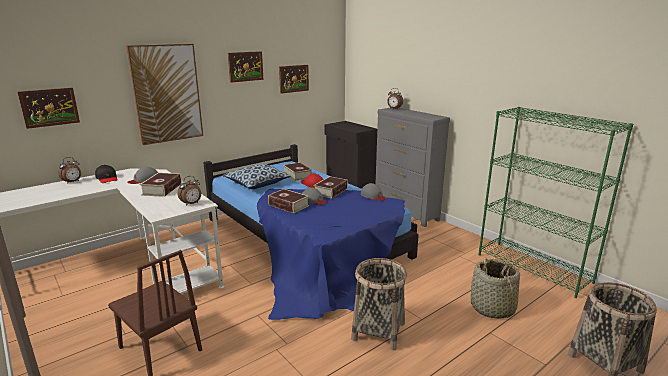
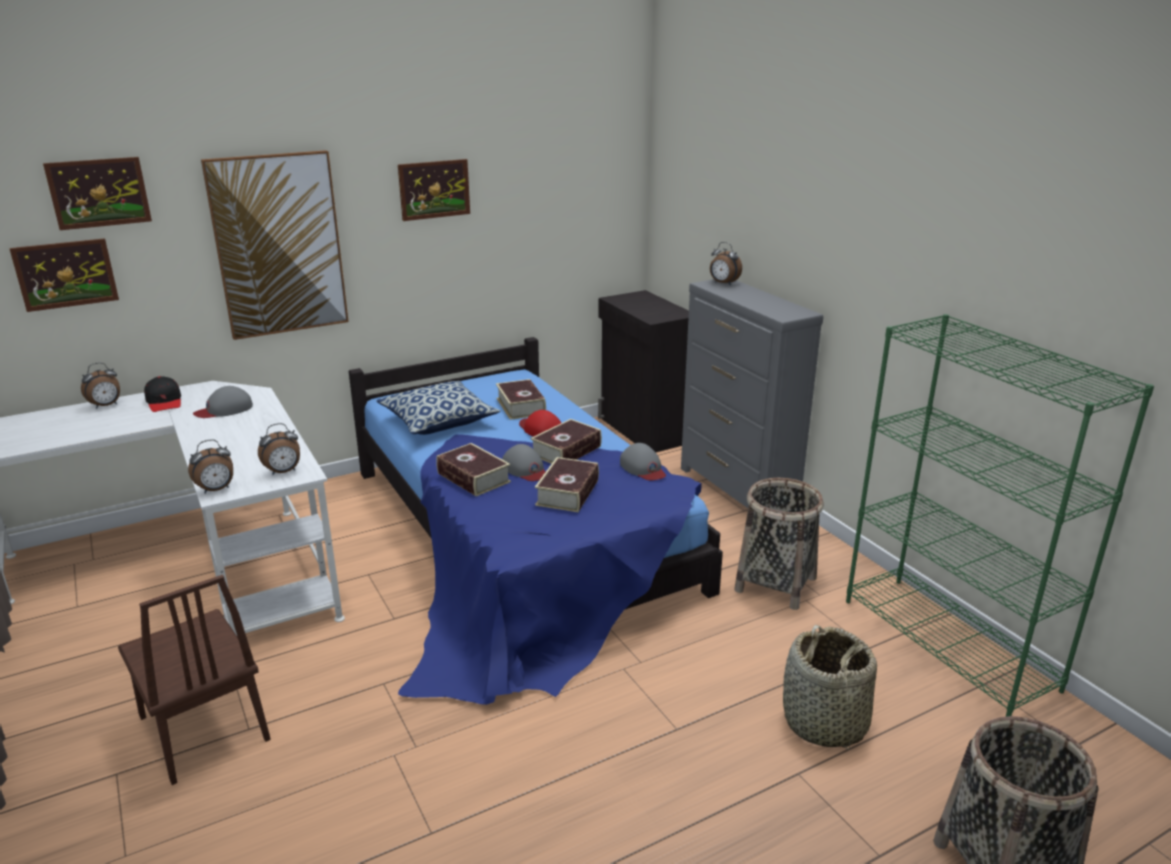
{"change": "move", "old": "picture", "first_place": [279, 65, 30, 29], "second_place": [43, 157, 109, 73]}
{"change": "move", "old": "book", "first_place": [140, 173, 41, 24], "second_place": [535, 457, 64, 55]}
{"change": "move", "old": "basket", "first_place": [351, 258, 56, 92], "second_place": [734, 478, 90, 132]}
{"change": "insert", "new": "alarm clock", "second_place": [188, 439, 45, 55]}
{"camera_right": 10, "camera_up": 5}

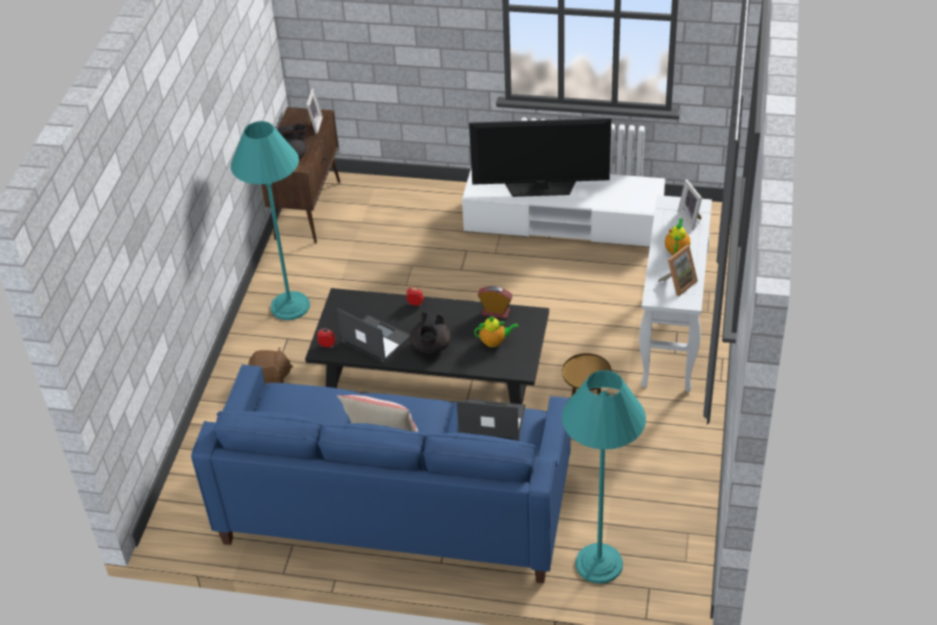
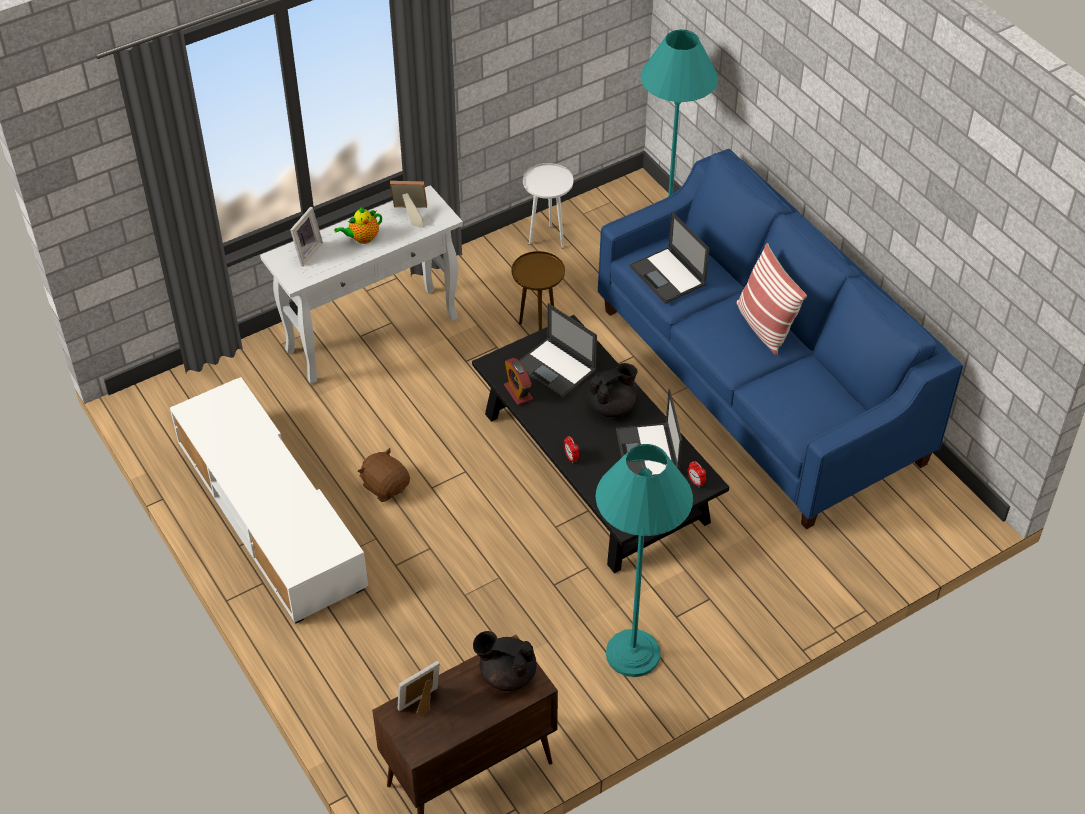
{"change": "delete", "old": "television", "first_place": [469, 118, 142, 79]}
{"change": "replace", "old": "teapot", "new": "laptop", "first_place": [474, 316, 45, 31], "second_place": [519, 303, 78, 95]}
{"change": "move", "old": "brown plush toy", "first_place": [248, 347, 45, 37], "second_place": [358, 448, 52, 54]}
{"change": "insert", "new": "white side table", "second_place": [523, 163, 51, 85]}
{"camera_right": -135, "camera_up": 5}

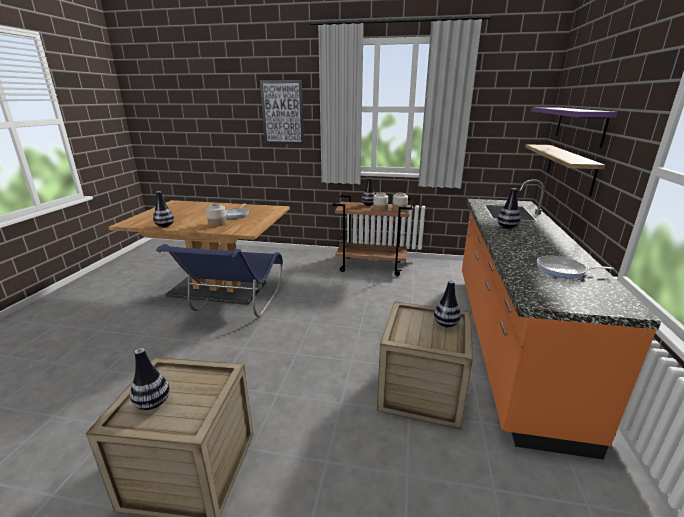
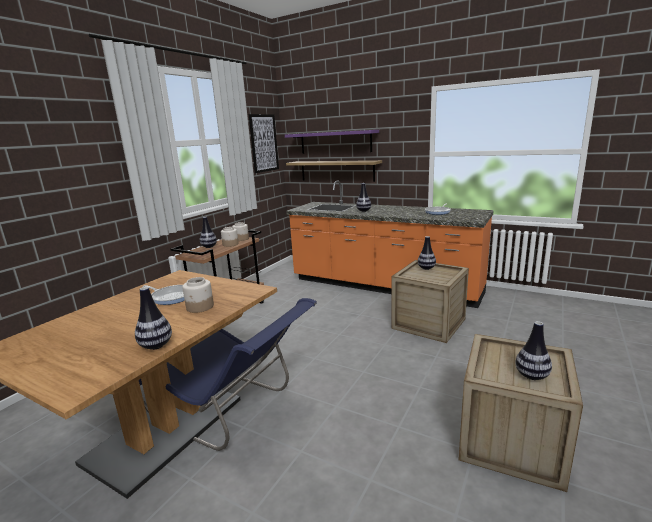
{"change": "move", "old": "picture", "first_place": [260, 80, 44, 65], "second_place": [249, 114, 30, 59]}
{"camera_right": -70, "camera_up": -5}

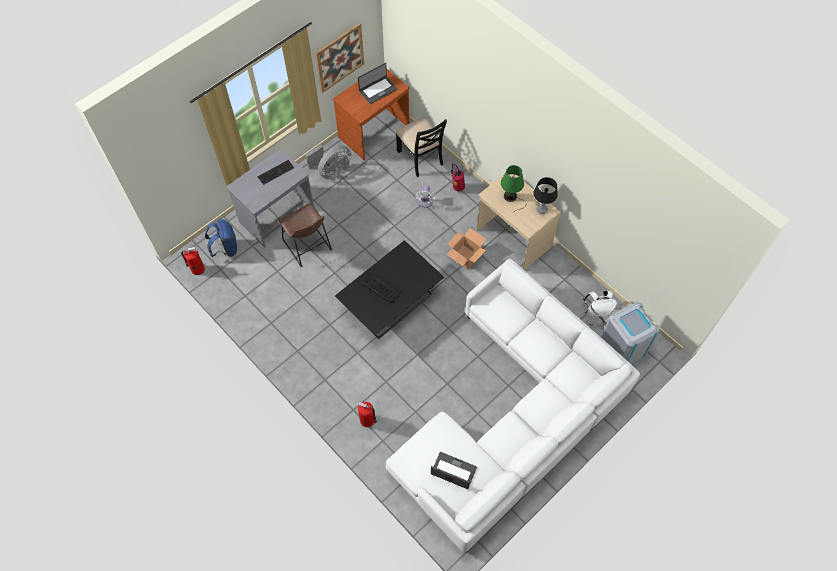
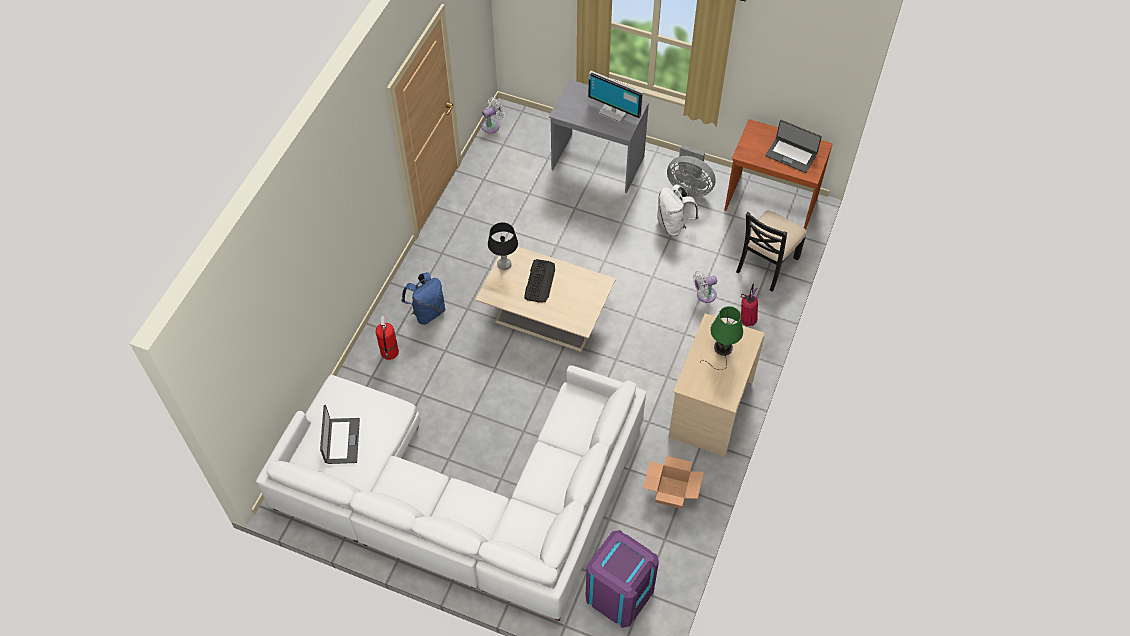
{"change": "delete", "old": "picture", "first_place": [315, 23, 49, 70]}
{"change": "replace", "old": "keyboard", "new": "monitor", "first_place": [258, 160, 36, 25], "second_place": [588, 71, 55, 52]}
{"change": "move", "old": "black table lamp", "first_place": [534, 177, 24, 37], "second_place": [488, 222, 30, 48]}
{"change": "delete", "old": "brown stool", "first_place": [279, 204, 53, 63]}
{"change": "move", "old": "blue backpack", "first_place": [205, 219, 33, 38], "second_place": [401, 272, 44, 53]}
{"change": "move", "old": "cardboard box", "first_place": [446, 228, 40, 41], "second_place": [643, 456, 61, 53]}
{"change": "recolor", "old": "black coffee table", "new": "beige coffee table", "first_place": [335, 240, 109, 99], "second_place": [476, 247, 140, 105]}
{"change": "replace", "old": "fire extinguisher", "new": "white fan", "first_place": [181, 247, 24, 28], "second_place": [482, 97, 23, 36]}
{"change": "move", "old": "white backpack", "first_place": [583, 290, 34, 35], "second_place": [657, 185, 42, 51]}
{"change": "recolor", "old": "grey trash can", "new": "purple trash can", "first_place": [601, 302, 59, 62], "second_place": [586, 530, 73, 98]}
{"camera_right": 65, "camera_up": -5}

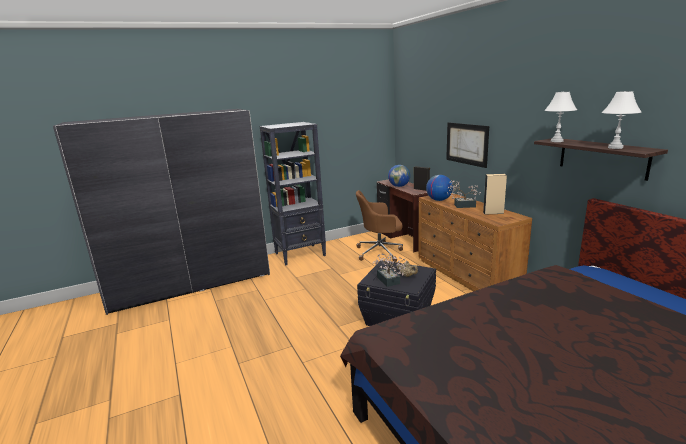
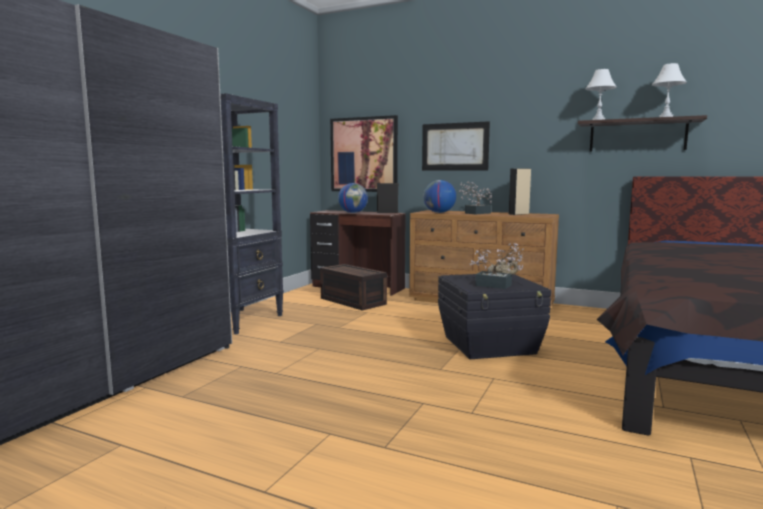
{"change": "replace", "old": "brown office chair", "new": "brown storage box", "first_place": [356, 190, 47, 72], "second_place": [320, 264, 67, 47]}
{"change": "insert", "new": "picture", "second_place": [330, 115, 68, 77]}
{"camera_right": -40, "camera_up": -10}

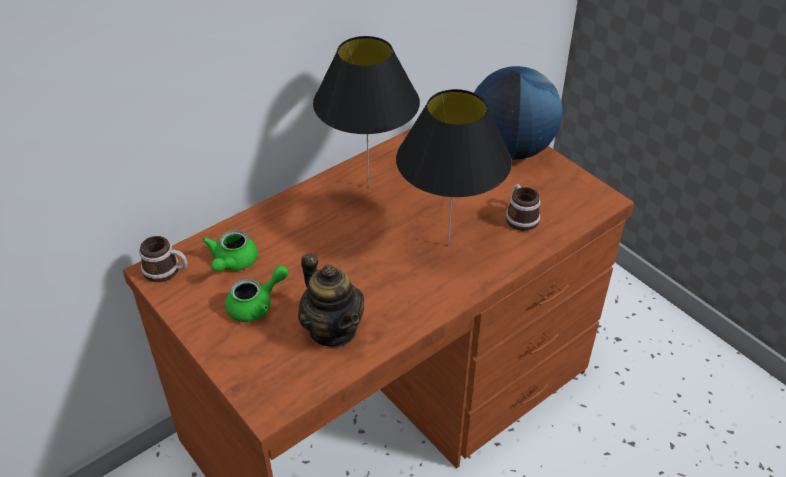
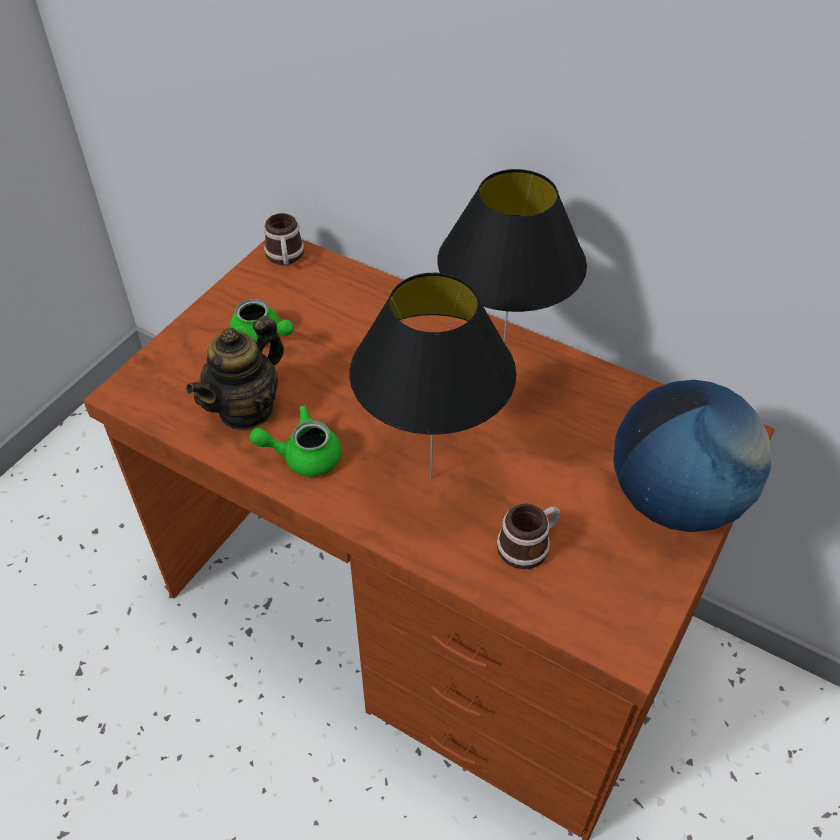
{"change": "move", "old": "green teapot", "first_place": [202, 230, 56, 42], "second_place": [249, 406, 93, 71]}
{"camera_right": 70, "camera_up": 5}

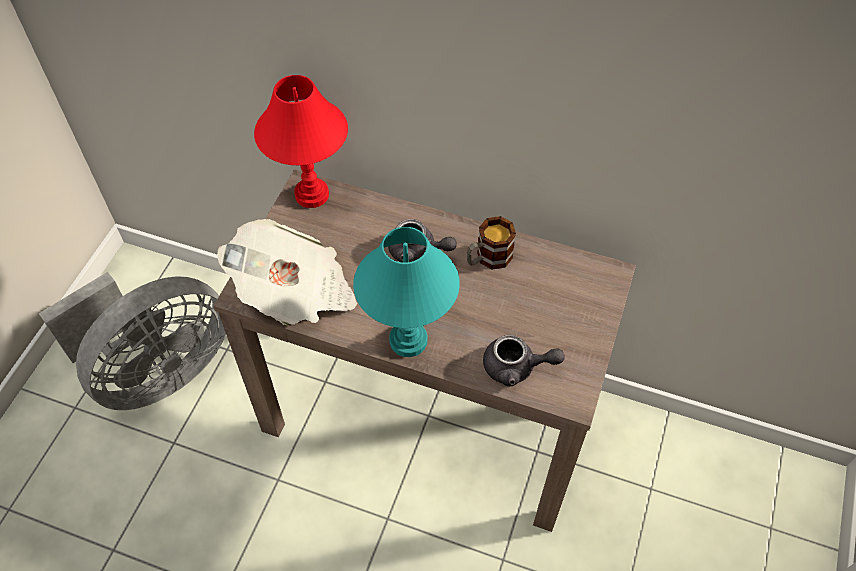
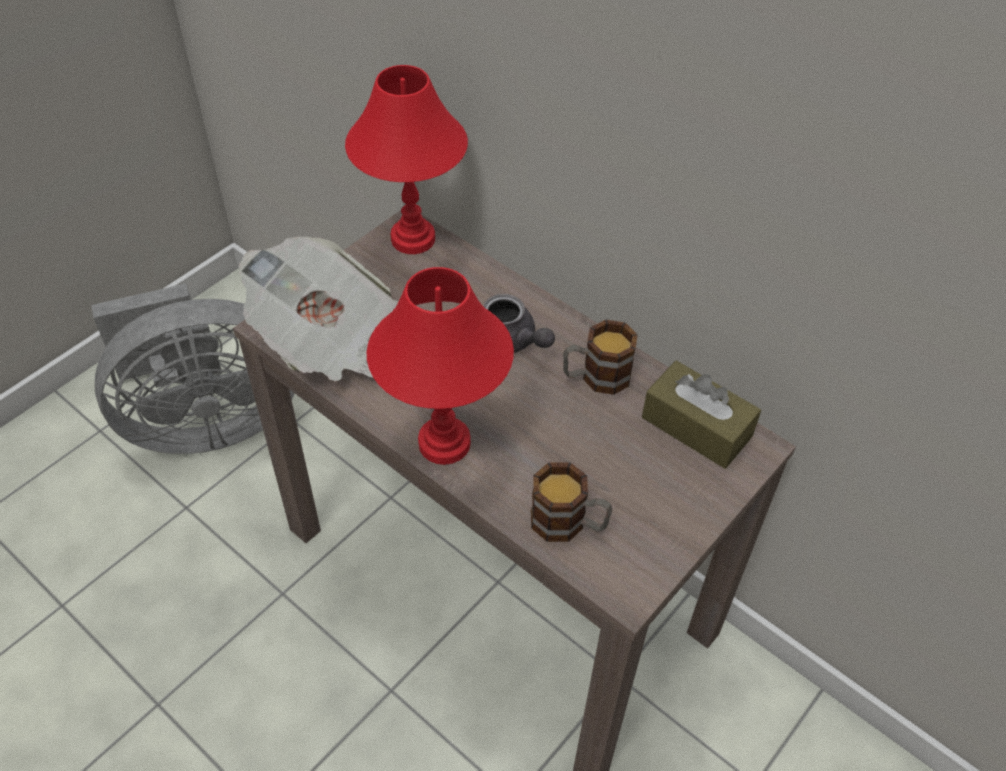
{"change": "recolor", "old": "turquoise table lamp", "new": "red table lamp", "first_place": [353, 227, 107, 130], "second_place": [367, 267, 147, 198]}
{"change": "replace", "old": "grey teapot", "new": "mug", "first_place": [483, 335, 82, 51], "second_place": [531, 462, 81, 80]}
{"change": "insert", "new": "brown tissue box", "second_place": [642, 361, 119, 108]}
{"camera_right": 20, "camera_up": -5}

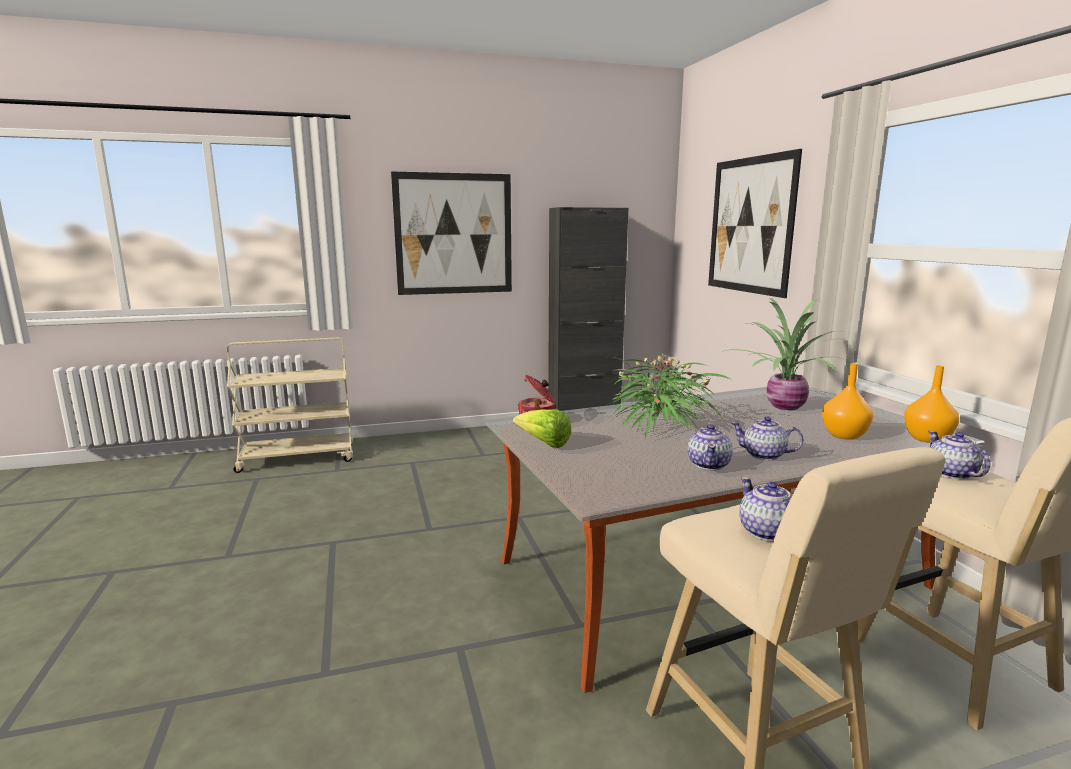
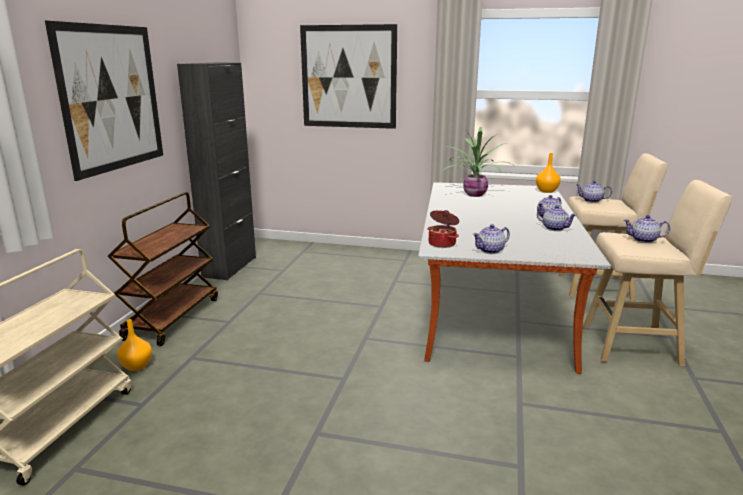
{"change": "delete", "old": "potted plant", "first_place": [609, 354, 122, 85]}
{"change": "move", "old": "orange vase", "first_place": [822, 363, 51, 76], "second_place": [117, 319, 35, 52]}
{"change": "replace", "old": "lettuce", "new": "teapot", "first_place": [513, 409, 58, 39], "second_place": [473, 224, 37, 30]}
{"change": "insert", "new": "brown cart", "second_place": [108, 192, 110, 154]}
{"camera_right": -60, "camera_up": 5}

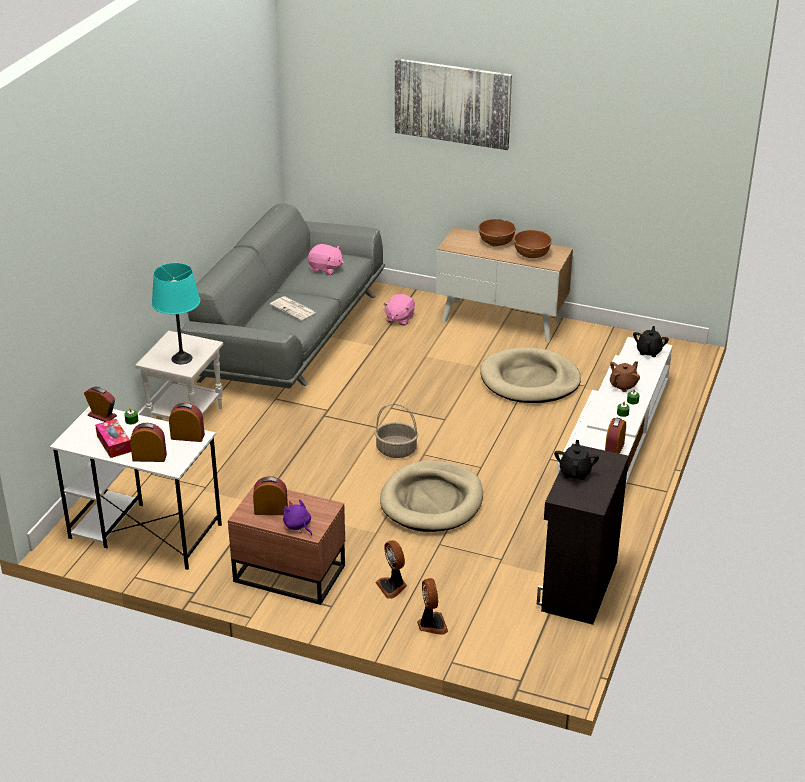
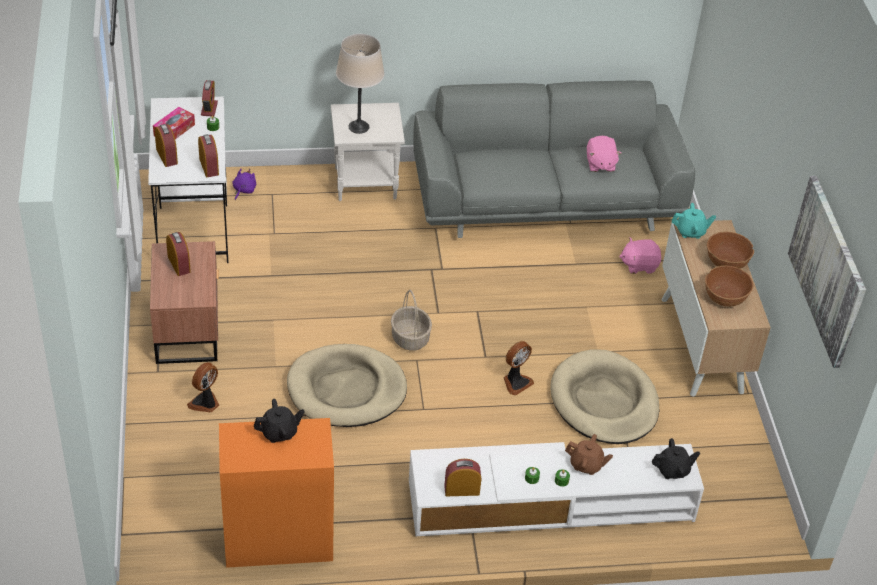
{"change": "move", "old": "picture", "first_place": [395, 58, 117, 92], "second_place": [788, 176, 78, 192]}
{"change": "recolor", "old": "turquoise table lamp", "new": "beige table lamp", "first_place": [152, 263, 48, 101], "second_place": [336, 34, 49, 100]}
{"change": "delete", "old": "newspaper", "first_place": [270, 296, 46, 24]}
{"change": "recolor", "old": "black cabinet", "new": "orange cabinet", "first_place": [537, 444, 92, 181], "second_place": [219, 418, 115, 150]}
{"change": "move", "old": "purple plush toy", "first_place": [283, 499, 29, 37], "second_place": [232, 169, 25, 31]}
{"change": "move", "old": "fan", "first_place": [417, 578, 31, 56], "second_place": [503, 341, 31, 55]}
{"change": "insert", "new": "turquoise teapot", "second_place": [672, 203, 44, 36]}
{"camera_right": 60, "camera_up": 10}

